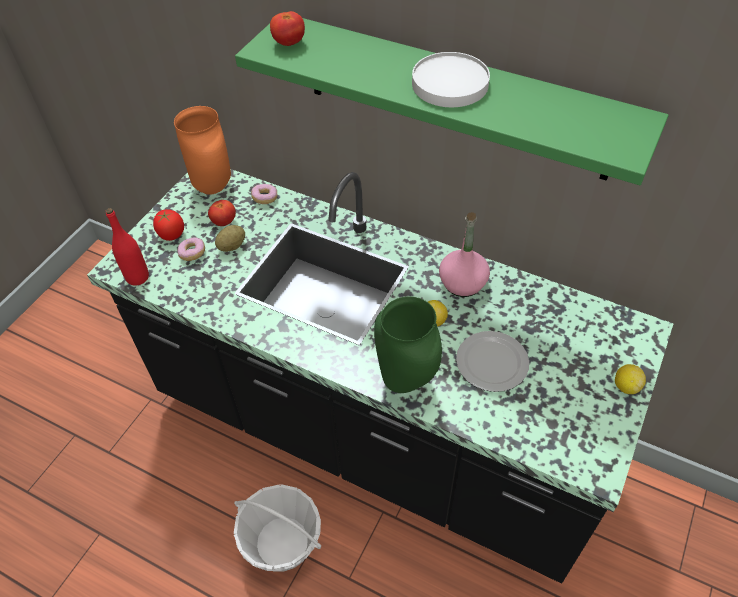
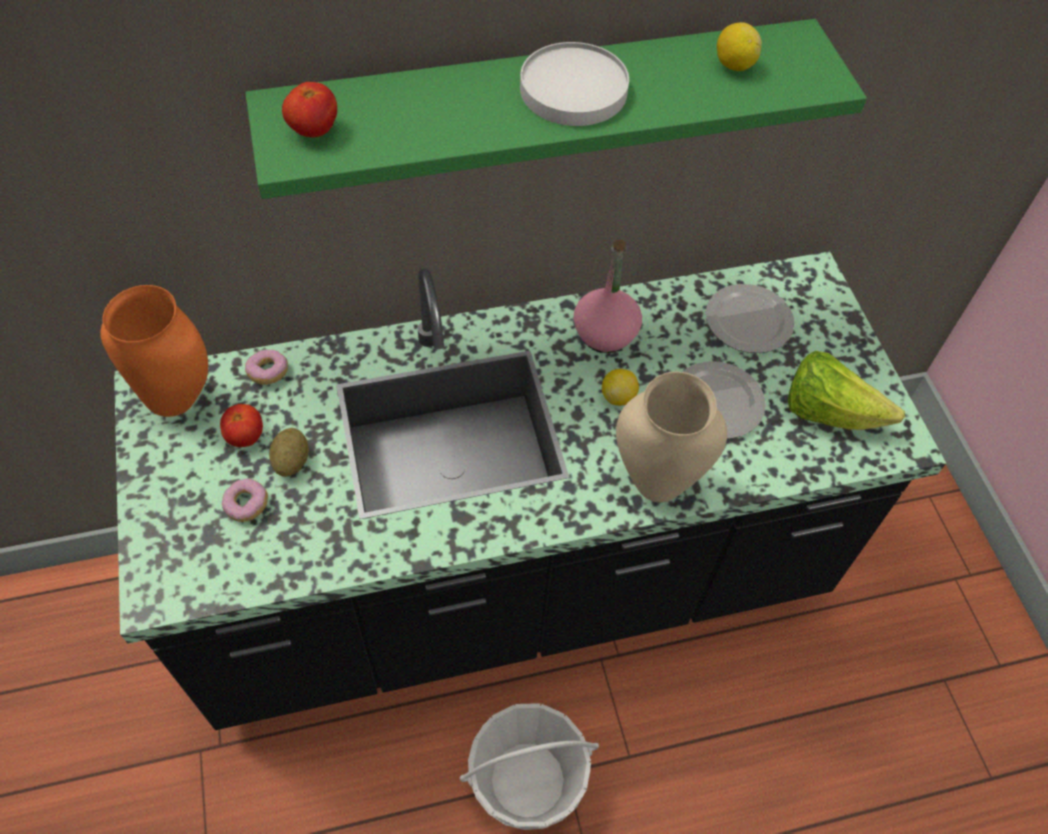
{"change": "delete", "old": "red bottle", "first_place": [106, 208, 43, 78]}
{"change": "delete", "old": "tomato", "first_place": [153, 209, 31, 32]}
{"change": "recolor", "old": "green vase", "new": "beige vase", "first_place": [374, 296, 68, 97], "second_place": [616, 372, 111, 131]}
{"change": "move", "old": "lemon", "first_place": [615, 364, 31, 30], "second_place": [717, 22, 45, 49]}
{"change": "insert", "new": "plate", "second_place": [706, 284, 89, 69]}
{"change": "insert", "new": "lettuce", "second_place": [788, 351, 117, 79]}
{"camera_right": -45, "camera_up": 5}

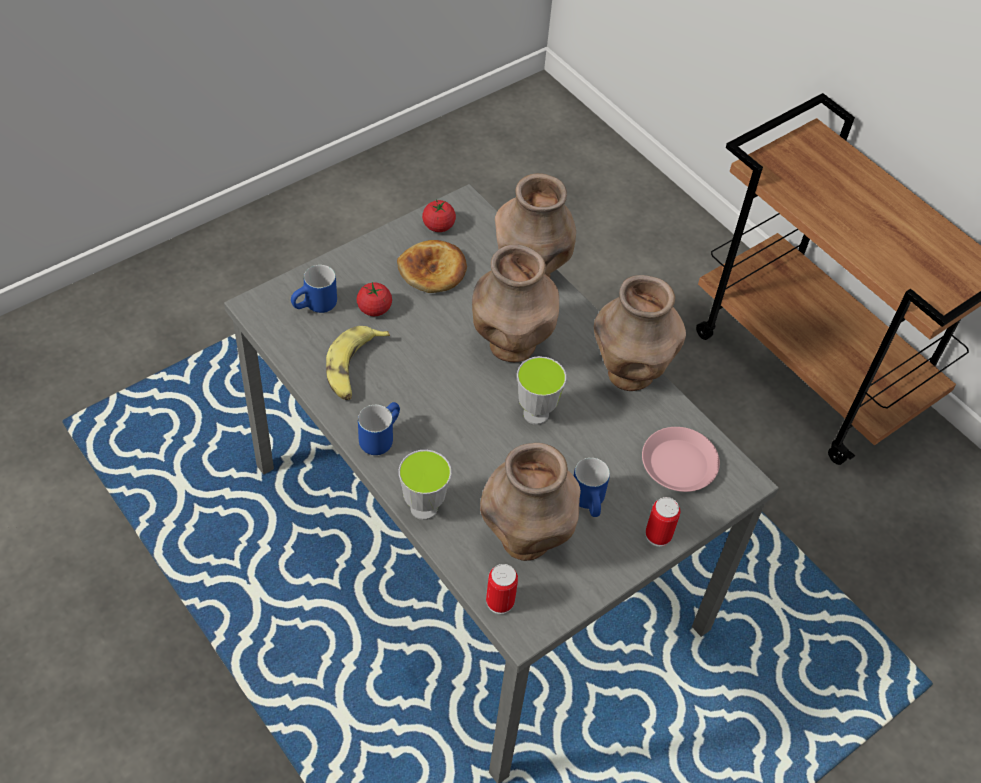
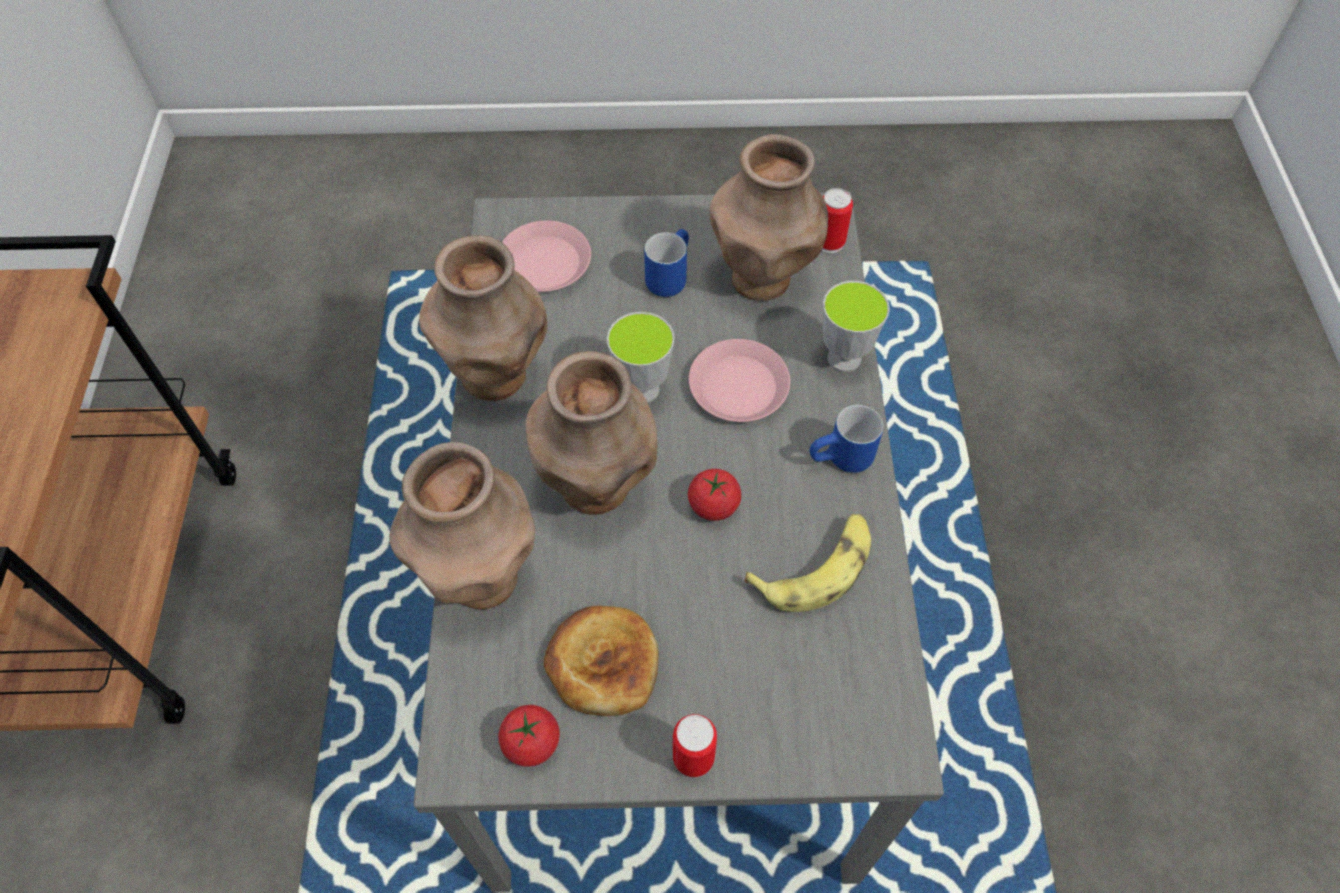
{"change": "delete", "old": "blue mug", "first_place": [291, 265, 46, 48]}
{"change": "move", "old": "tomato", "first_place": [357, 282, 35, 34], "second_place": [688, 469, 53, 52]}
{"change": "move", "old": "can", "first_place": [645, 497, 35, 50], "second_place": [673, 714, 44, 64]}
{"change": "insert", "new": "pink plate", "second_place": [689, 339, 101, 83]}
{"camera_right": -140, "camera_up": 5}

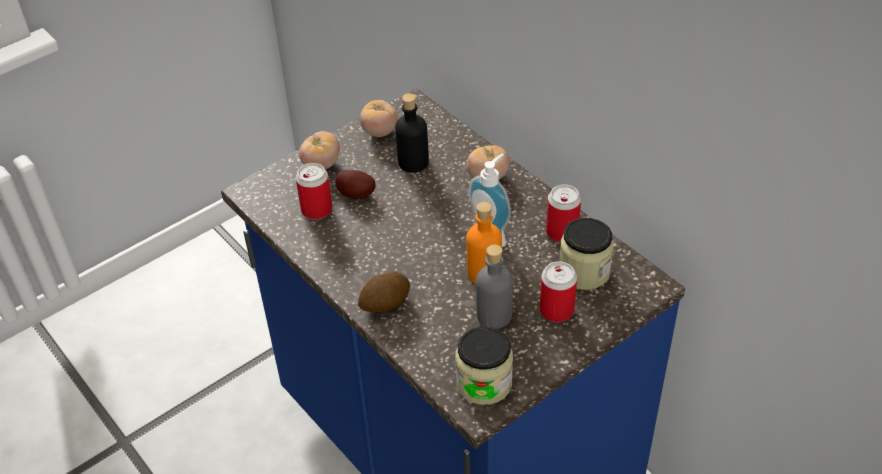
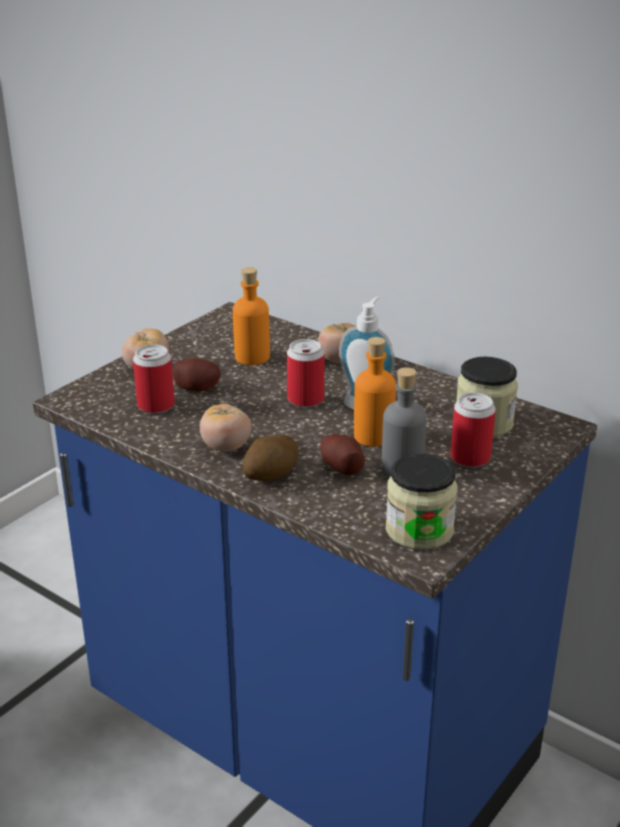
{"change": "recolor", "old": "black bottle", "new": "orange bottle", "first_place": [395, 93, 34, 80], "second_place": [233, 267, 37, 98]}
{"change": "move", "old": "tomato", "first_place": [360, 100, 38, 37], "second_place": [200, 404, 51, 48]}
{"change": "move", "old": "can", "first_place": [546, 184, 35, 58], "second_place": [287, 339, 38, 68]}
{"change": "insert", "new": "potato", "second_place": [320, 434, 45, 41]}
{"camera_right": -15, "camera_up": -15}

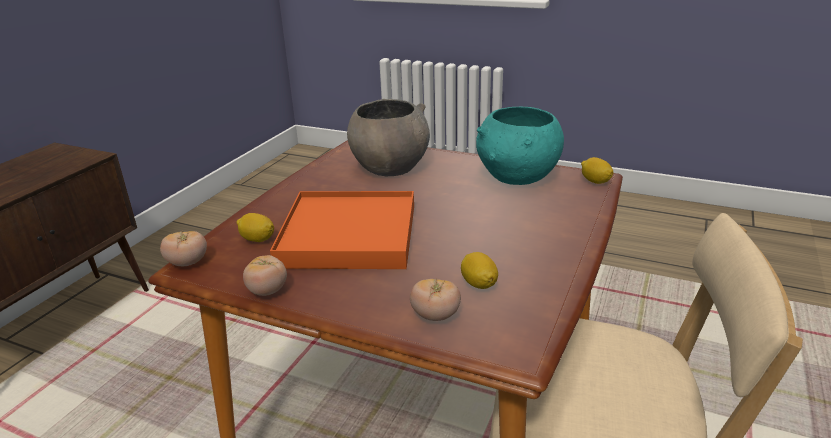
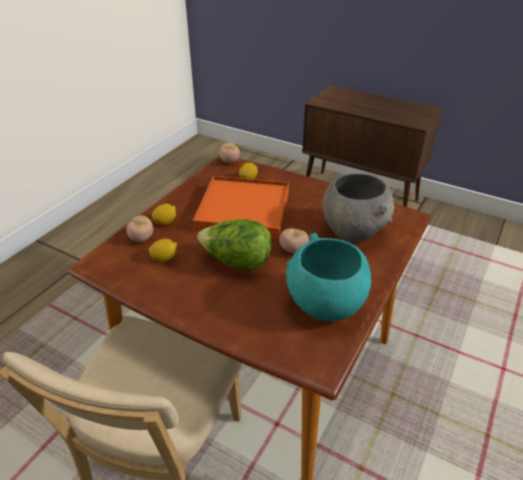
{"change": "move", "old": "lemon", "first_place": [581, 157, 32, 27], "second_place": [152, 204, 24, 21]}
{"change": "move", "old": "tomato", "first_place": [243, 255, 44, 41], "second_place": [279, 228, 30, 25]}
{"change": "insert", "new": "lettuce", "second_place": [197, 219, 75, 51]}
{"camera_right": 95, "camera_up": 10}

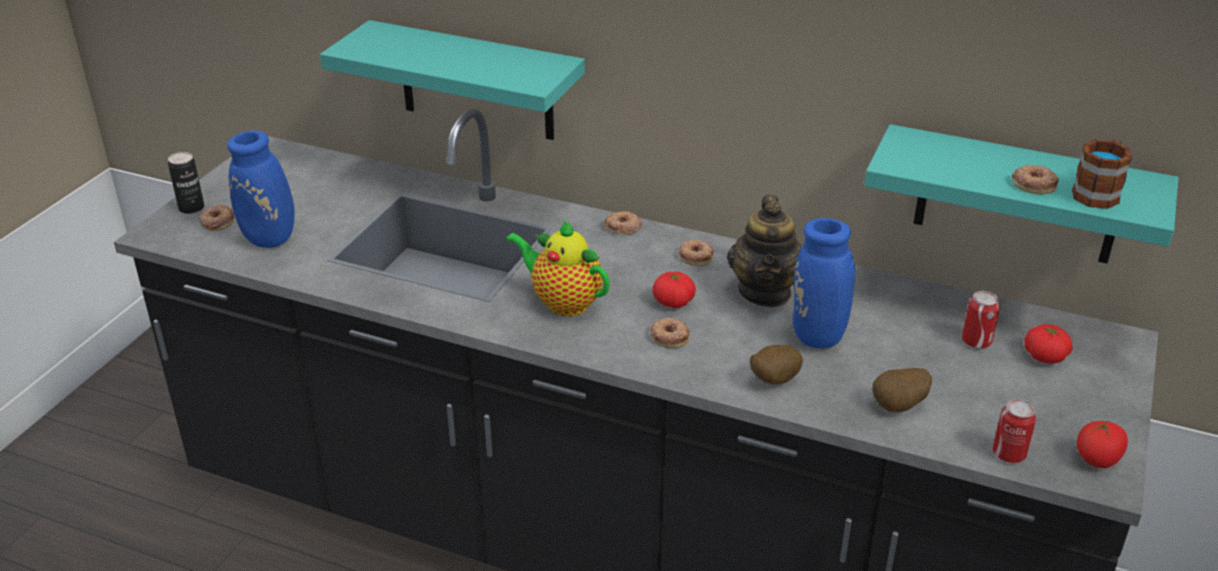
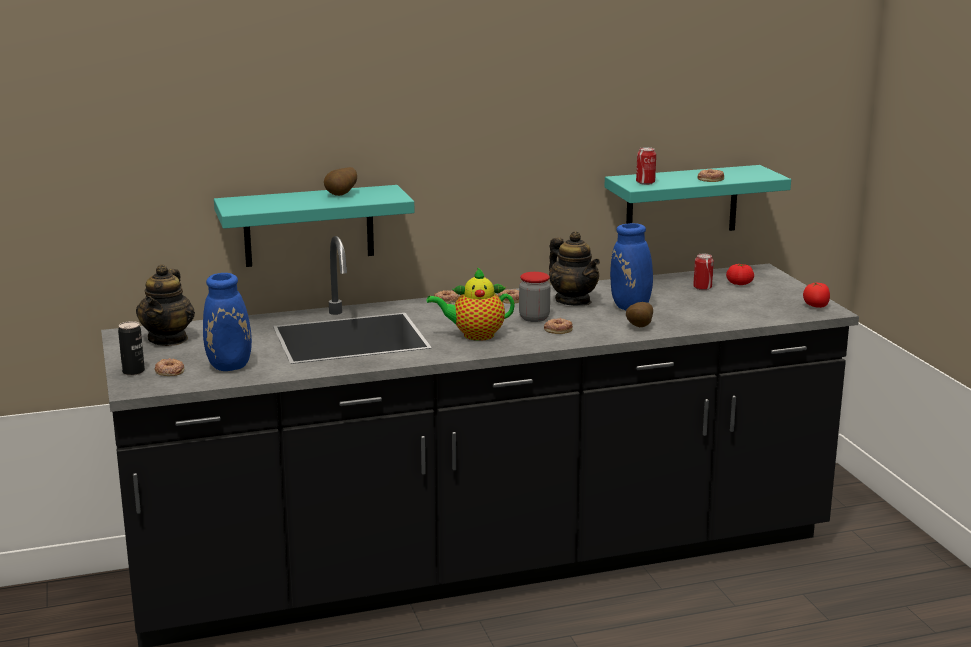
{"change": "delete", "old": "mug", "first_place": [1072, 139, 60, 70]}
{"change": "replace", "old": "tomato", "new": "jar", "first_place": [652, 272, 44, 36], "second_place": [519, 272, 31, 50]}
{"change": "move", "old": "potato", "first_place": [872, 368, 60, 44], "second_place": [324, 167, 33, 29]}
{"change": "move", "old": "can", "first_place": [993, 399, 43, 64], "second_place": [636, 147, 20, 38]}
{"change": "insert", "new": "teapot", "second_place": [136, 264, 59, 82]}
{"camera_right": -40, "camera_up": -15}

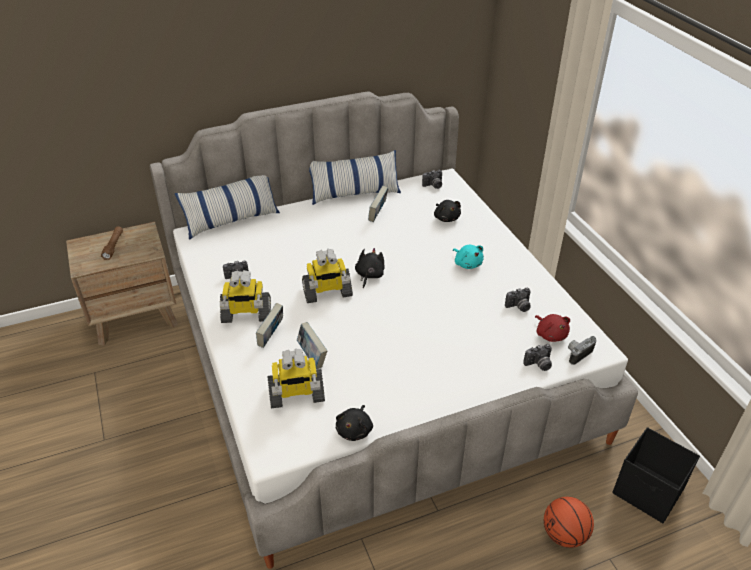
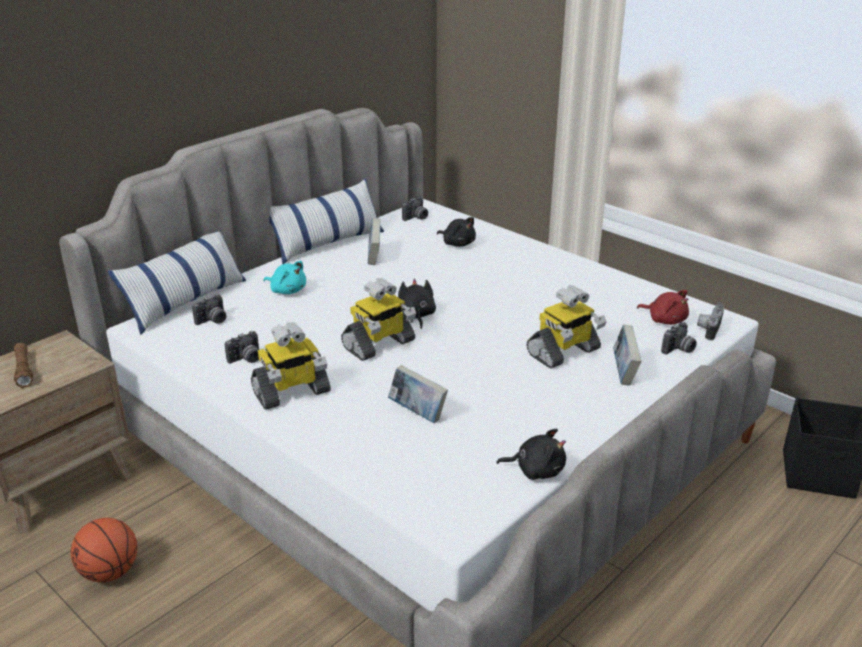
{"change": "move", "old": "turquoise plush toy", "first_place": [453, 245, 31, 24], "second_place": [264, 261, 42, 33]}
{"change": "move", "old": "photo camera", "first_place": [505, 288, 26, 24], "second_place": [192, 294, 34, 31]}
{"change": "move", "old": "book", "first_place": [256, 303, 27, 45], "second_place": [613, 325, 28, 60]}
{"change": "move", "old": "toy robot", "first_place": [267, 349, 58, 59], "second_place": [526, 285, 81, 84]}
{"change": "rotate", "old": "black plush toy", "first_place": [336, 405, 37, 36], "second_place": [497, 429, 69, 51], "degrees": -75}
{"change": "move", "old": "basketball", "first_place": [544, 497, 50, 51], "second_place": [71, 518, 66, 64]}
{"camera_right": -25, "camera_up": -10}

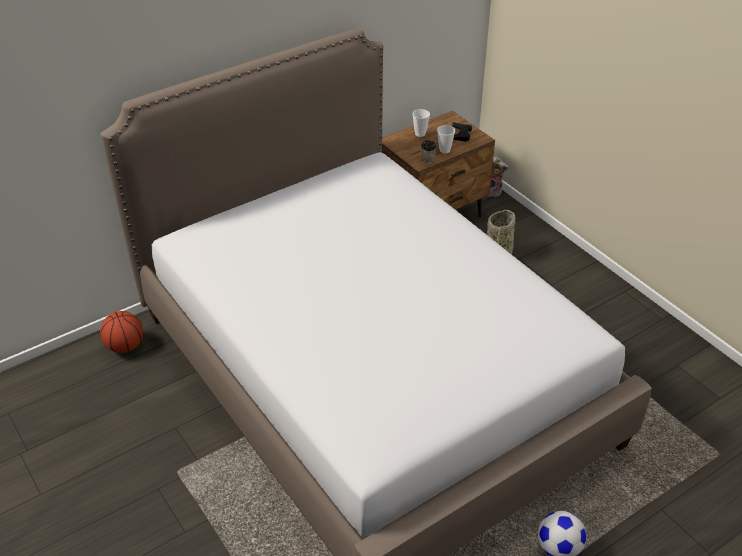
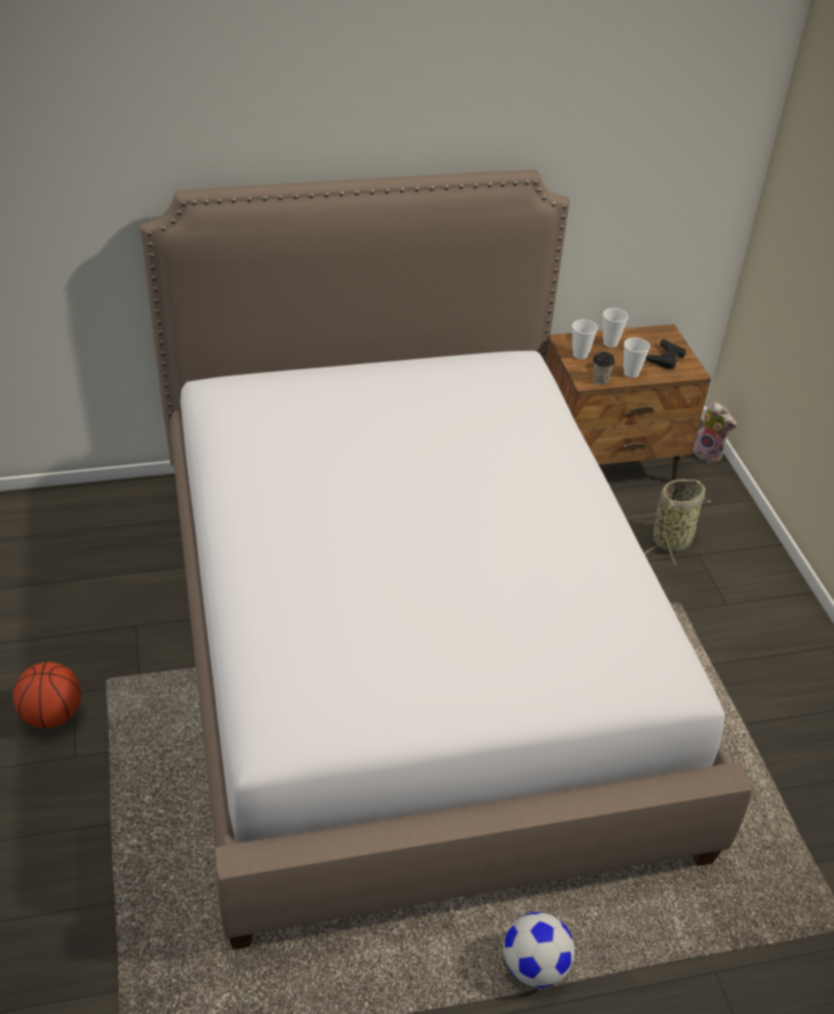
{"change": "move", "old": "basketball", "first_place": [100, 311, 43, 42], "second_place": [13, 662, 68, 66]}
{"change": "insert", "new": "cup", "second_place": [572, 320, 26, 39]}
{"camera_right": 20, "camera_up": 0}

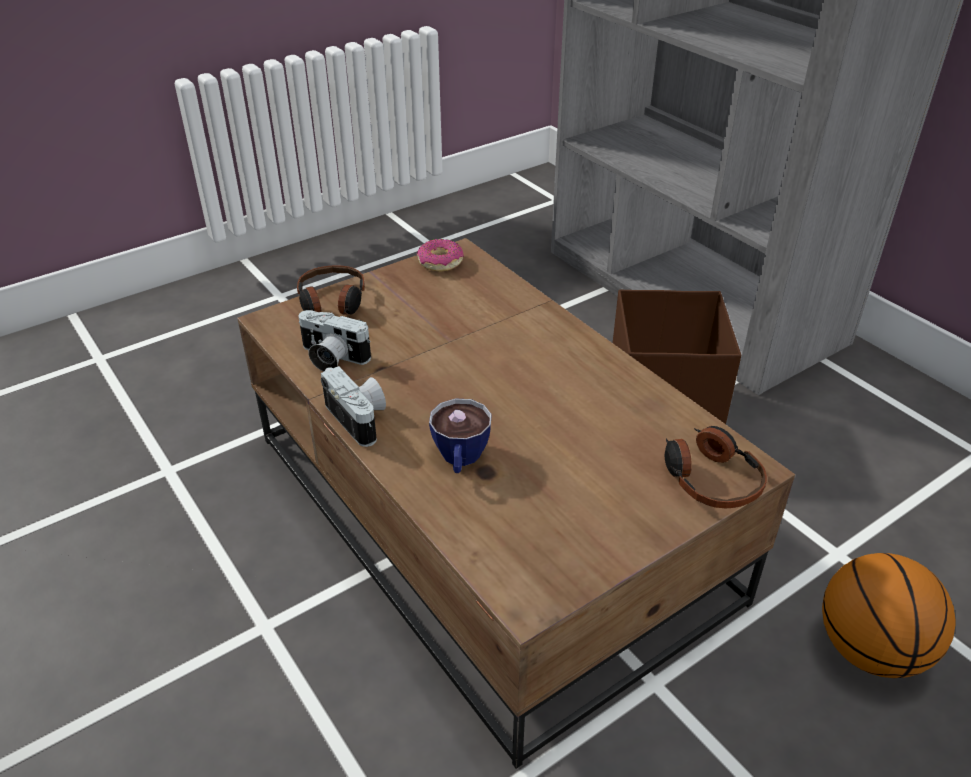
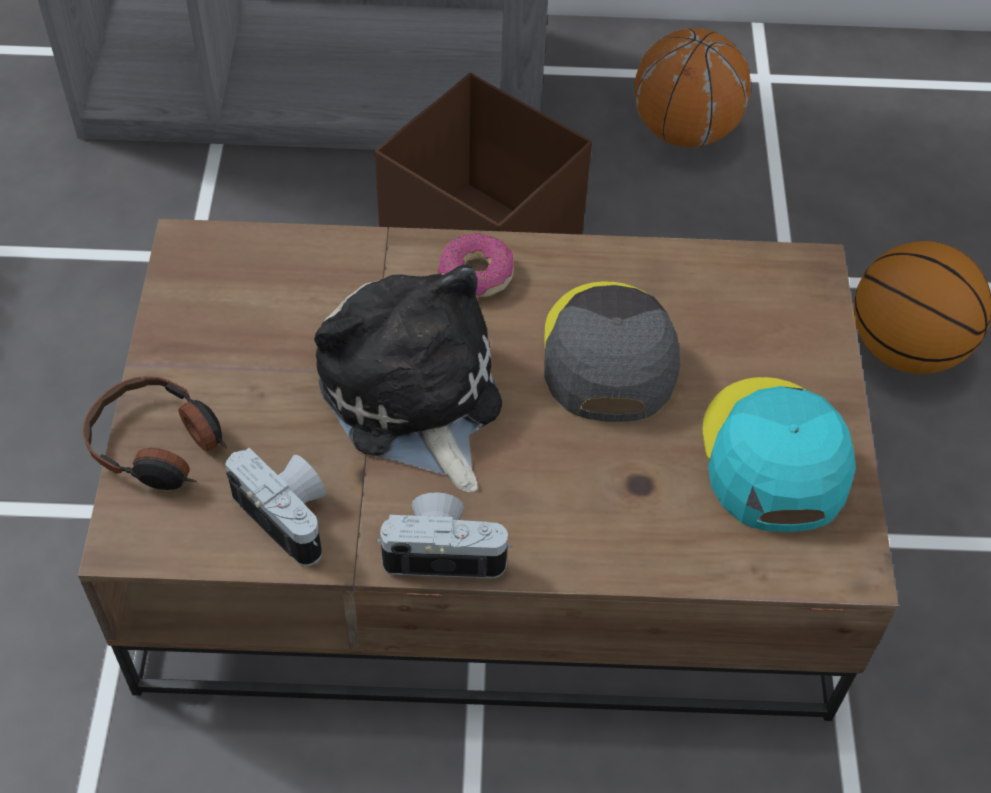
{"change": "move", "old": "donut", "first_place": [416, 239, 48, 33], "second_place": [438, 233, 76, 64]}
{"change": "rotate", "old": "photo camera", "first_place": [299, 310, 72, 61], "second_place": [225, 448, 101, 118], "degrees": -105}
{"change": "delete", "old": "cup", "first_place": [429, 399, 63, 74]}
{"change": "delete", "old": "headphones", "first_place": [665, 426, 102, 82]}
{"change": "insert", "new": "basketball", "second_place": [634, 28, 117, 119]}
{"change": "insert", "new": "plush toy", "second_place": [314, 264, 188, 228]}
{"change": "insert", "new": "grey cap", "second_place": [544, 281, 136, 141]}
{"change": "insert", "new": "turquoise cap", "second_place": [702, 377, 154, 155]}
{"camera_right": -55, "camera_up": 15}

